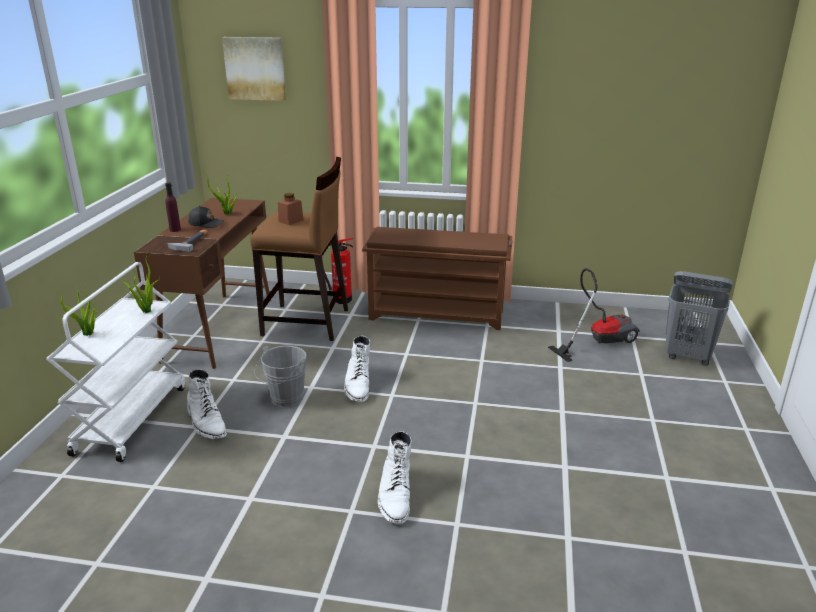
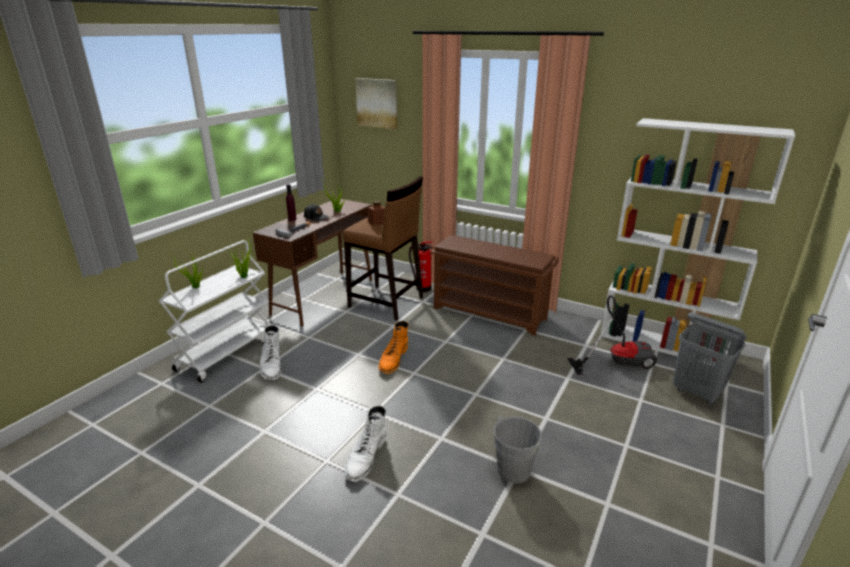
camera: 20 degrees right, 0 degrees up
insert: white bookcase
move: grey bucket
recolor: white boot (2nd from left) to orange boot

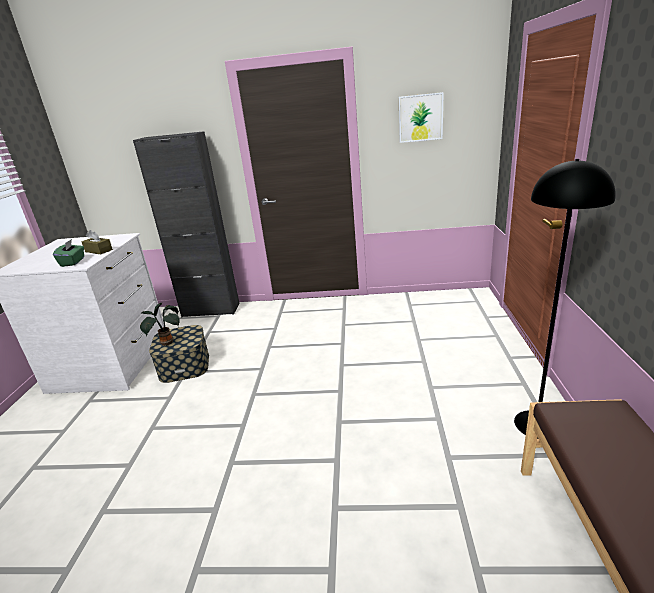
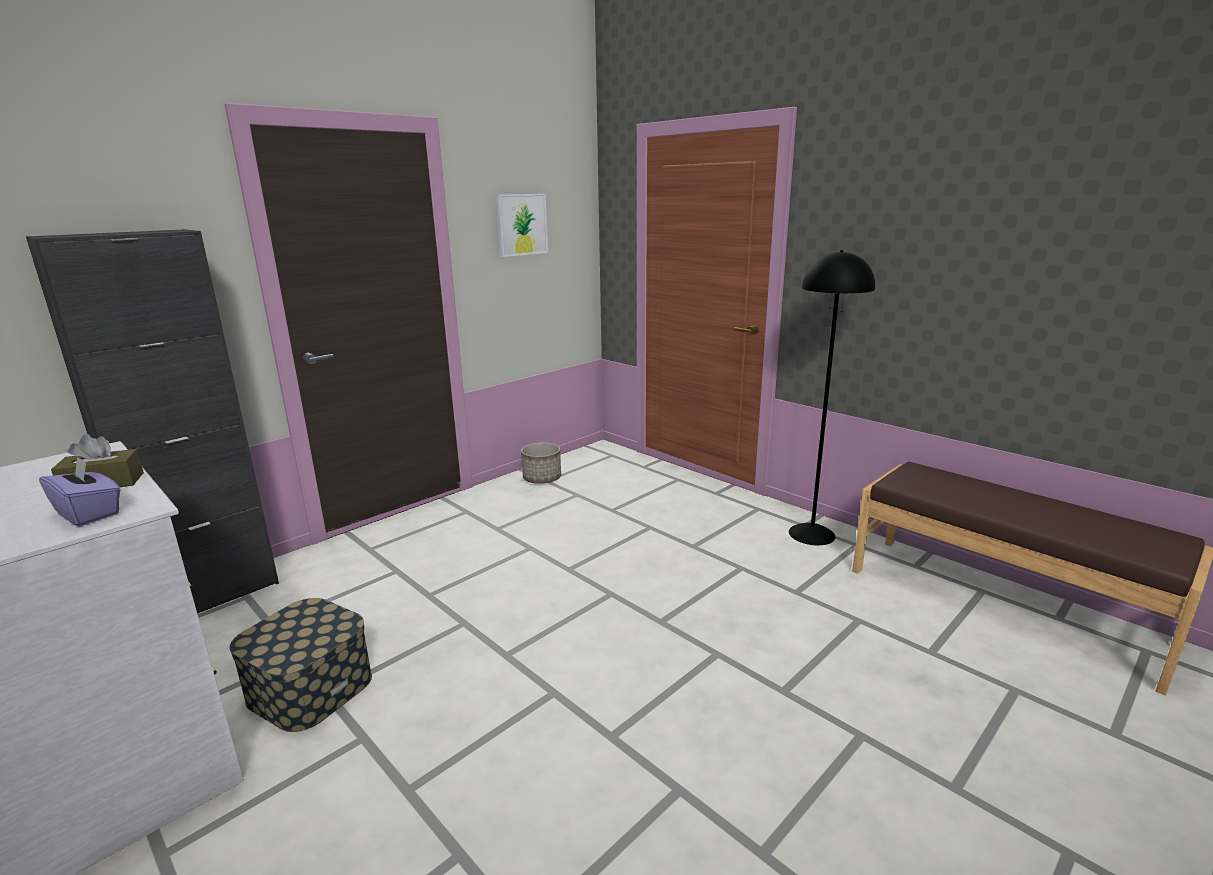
camera: 50 degrees left, 5 degrees down
delete: potted plant
insert: planter
recolor: green tissue box to purple tissue box

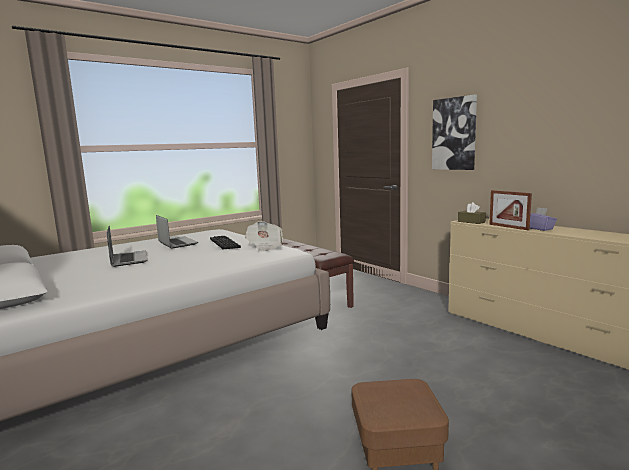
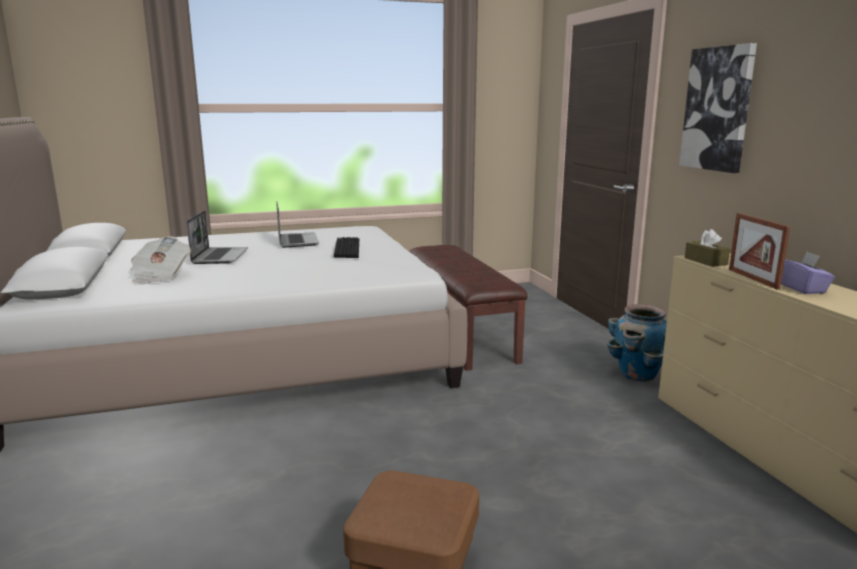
camera: 20 degrees right, 5 degrees up
insert: planter
move: newspaper

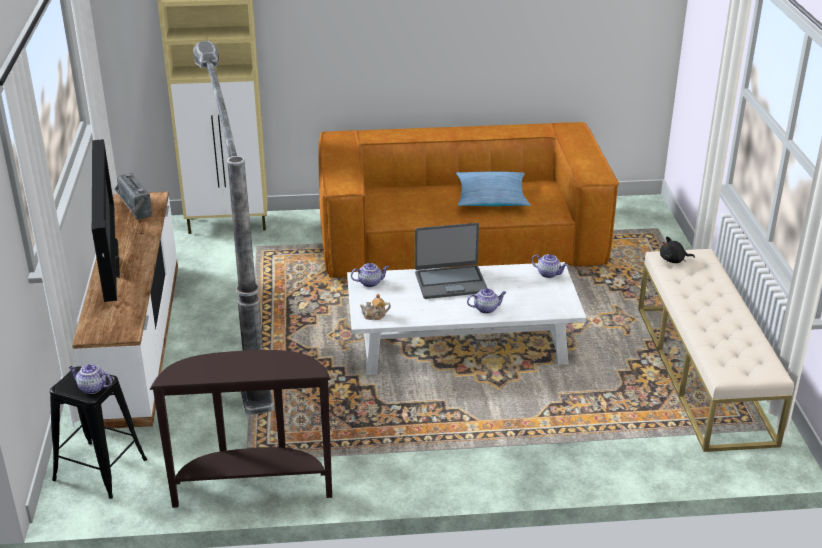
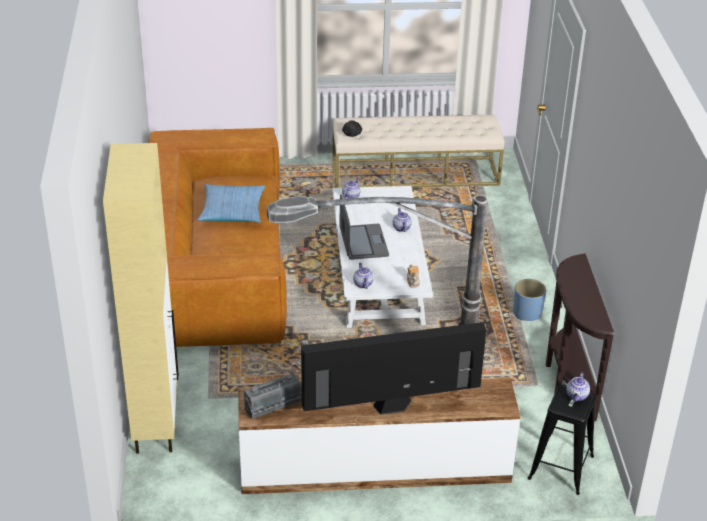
camera: 90 degrees left, 5 degrees up
insert: blue planter

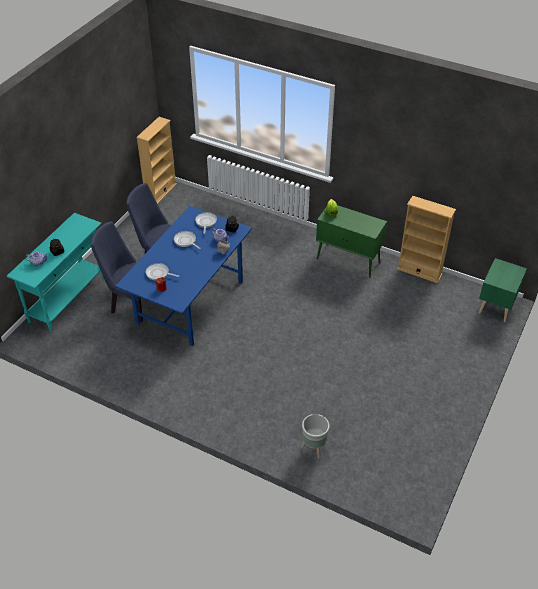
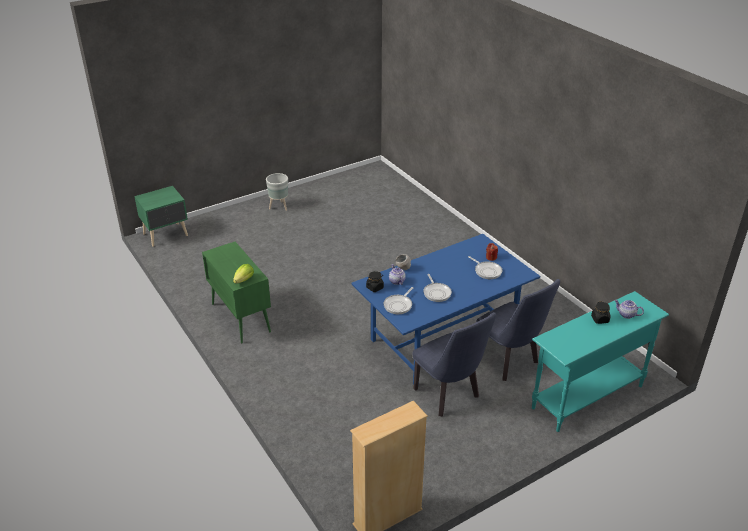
camera: 150 degrees left, 10 degrees down
delete: beige bookcase (2nd from left)
move: grey planter

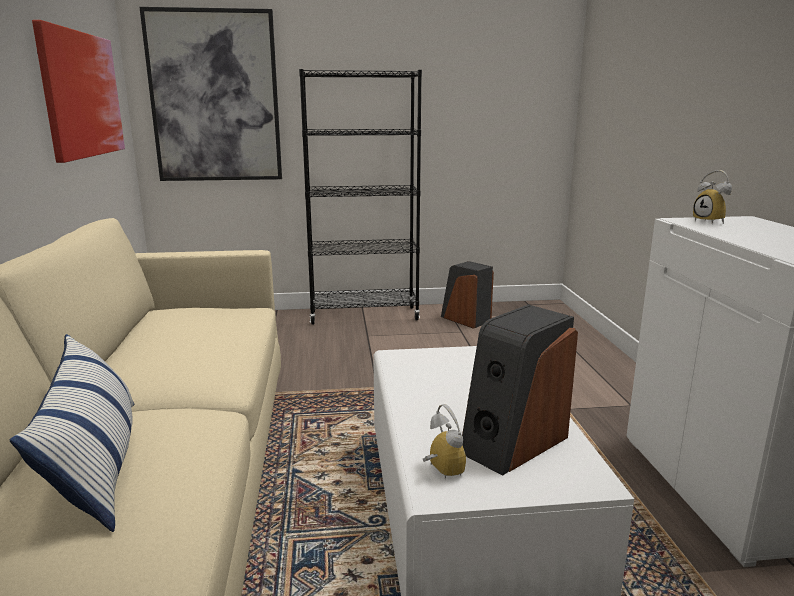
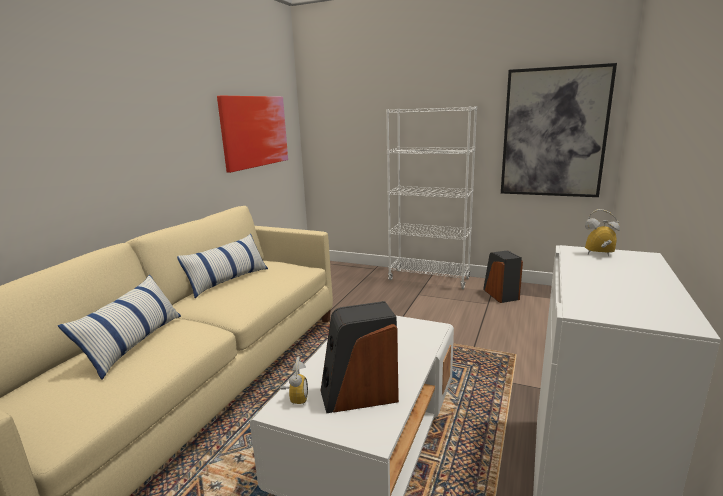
camera: 30 degrees right, 0 degrees up
insert: pillow (2nd from left)
move: picture (2nd from left)
recolor: black bookcase to white bookcase
rotate: alarm clock (2nd from left) 105 degrees clockwise

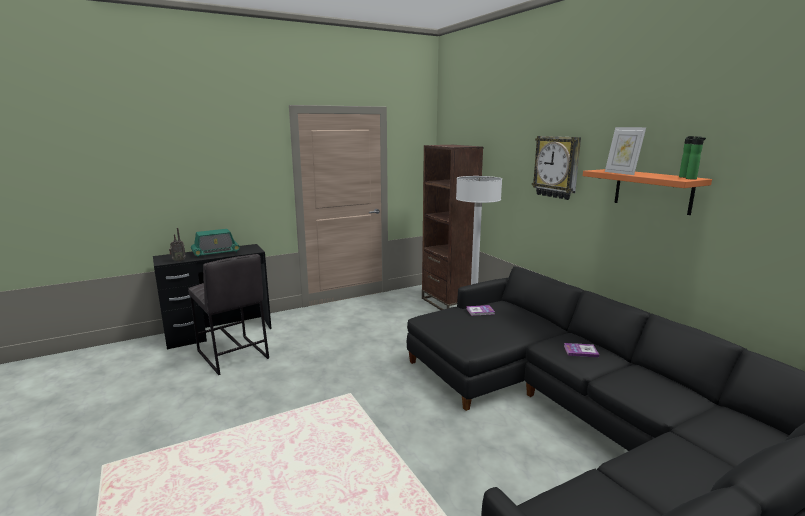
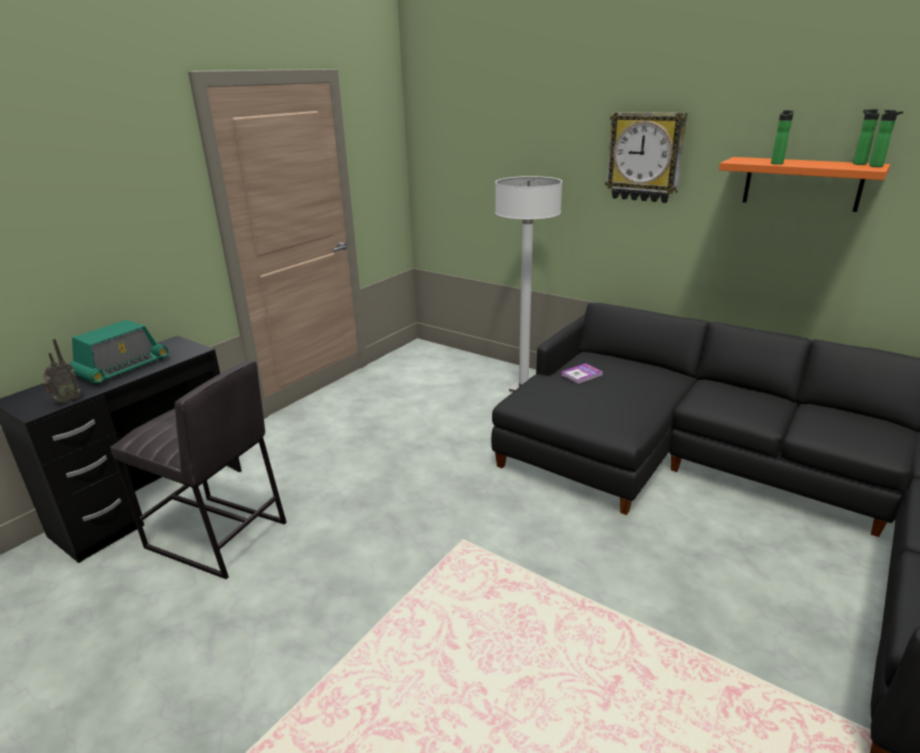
camera: 25 degrees left, 10 degrees up
delete: brown bookcase; book (2nd from left)
replace: picture frame to bottle (1st from left)

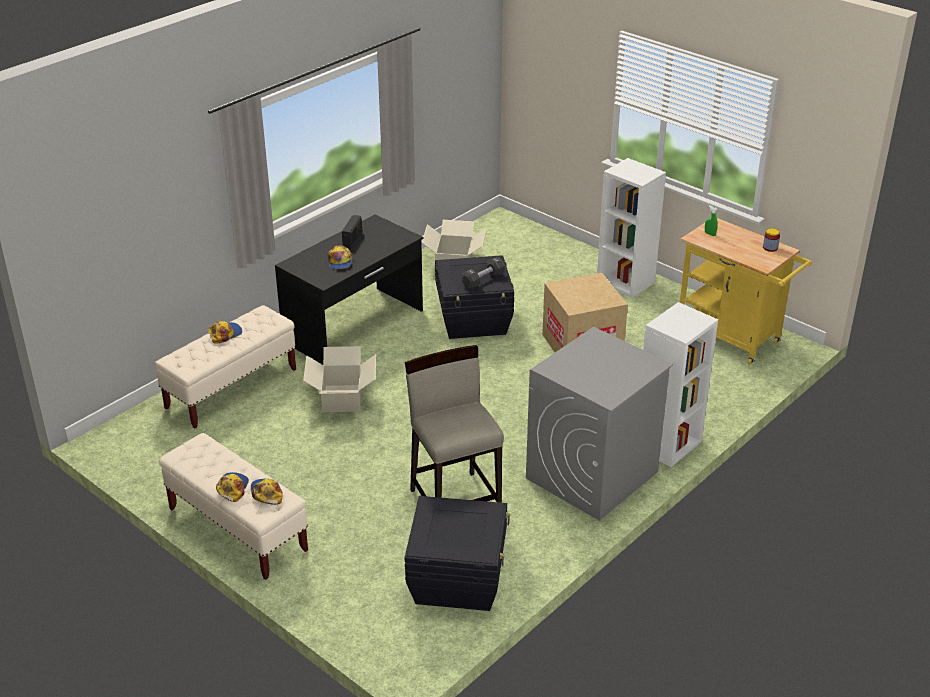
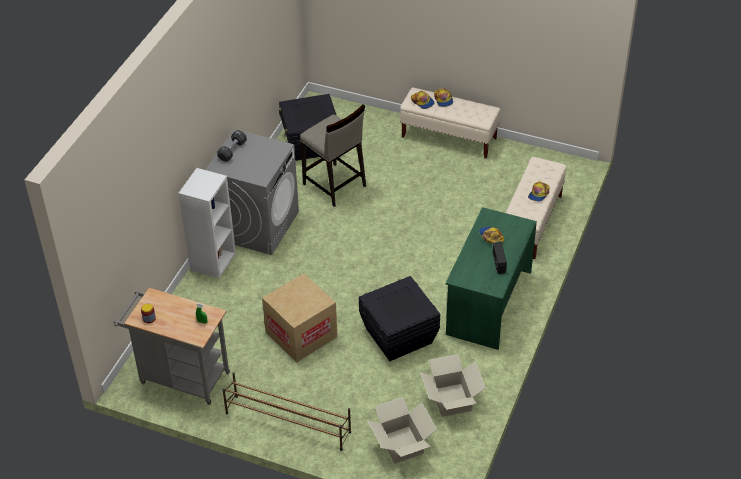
camera: 160 degrees right, 10 degrees up
move: cardboard box (1st from left in the first image) to cardboard box (2nd from left); black dumbbell
replace: white bookcase (1st from left) to brown shoe rack
recolor: black desk to green desk; yellow cart to grey cart

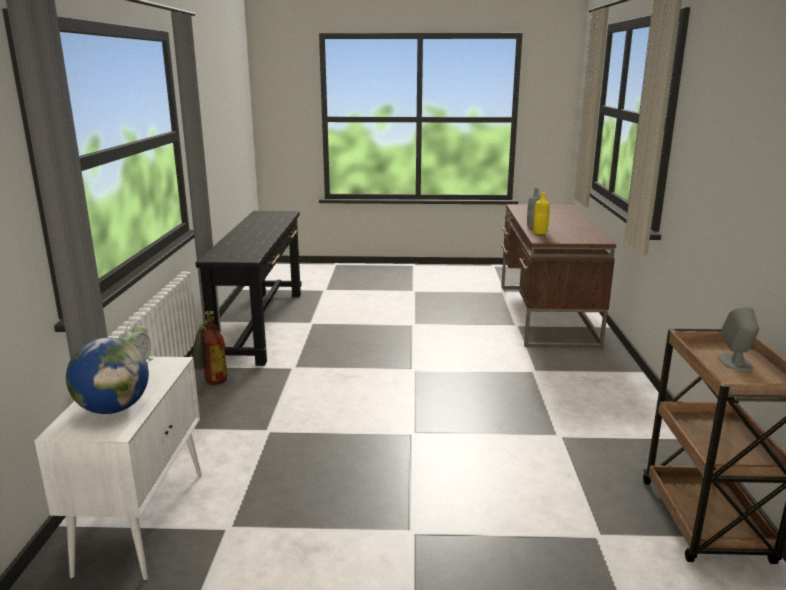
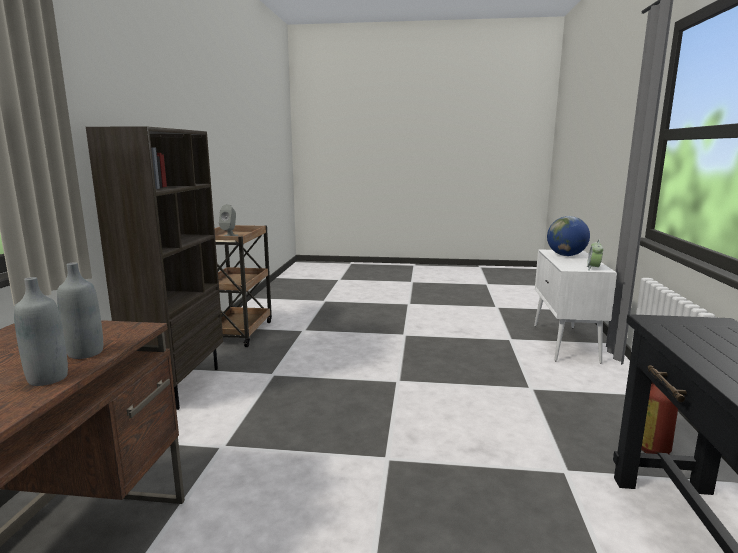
camera: 175 degrees left, 5 degrees down
insert: brown bookcase
recolor: yellow bottle to grey bottle (2nd from left)

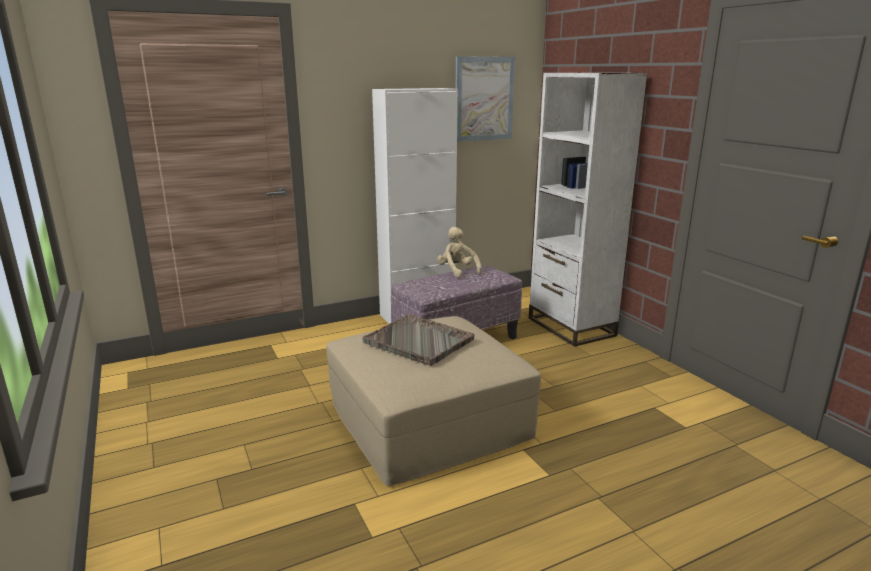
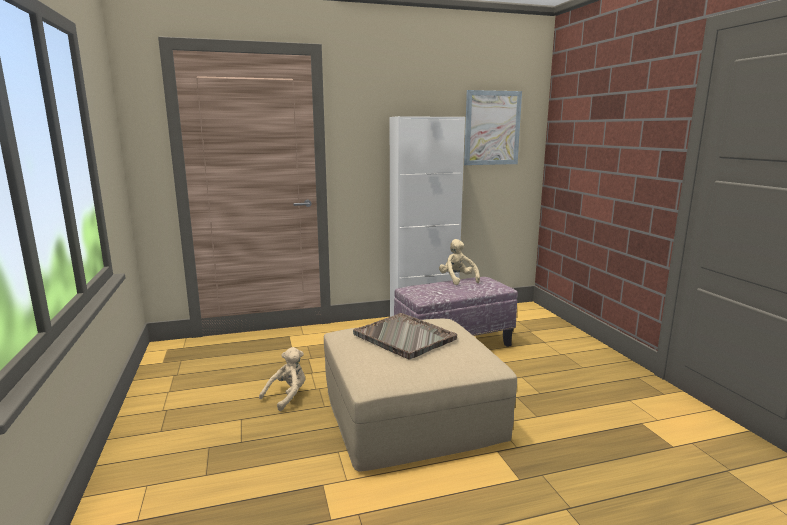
camera: 10 degrees right, 5 degrees down
delete: white bookcase
insert: beige plush toy (1st from left)

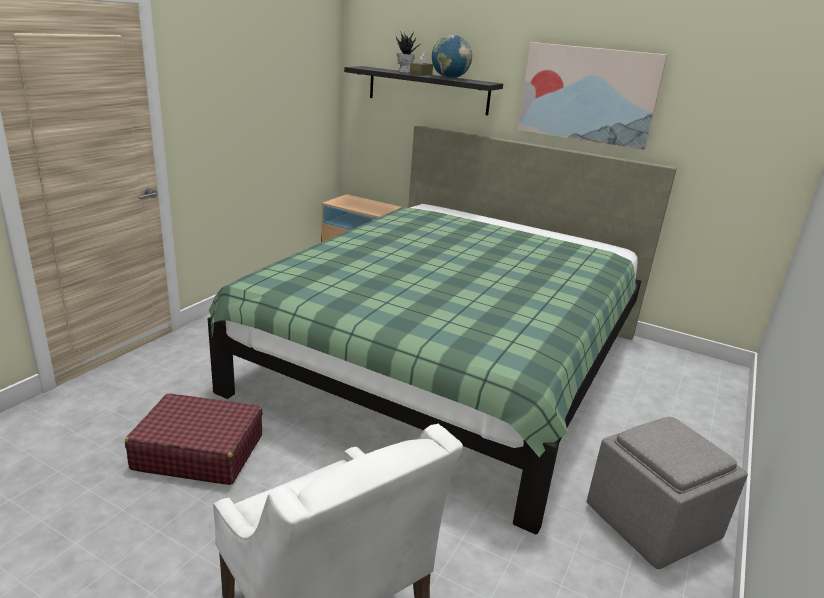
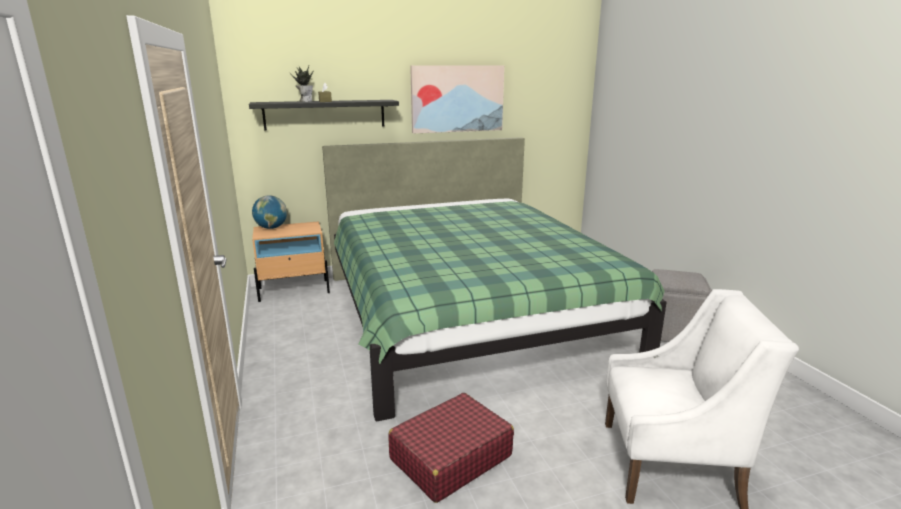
camera: 45 degrees left, 5 degrees down
move: globe

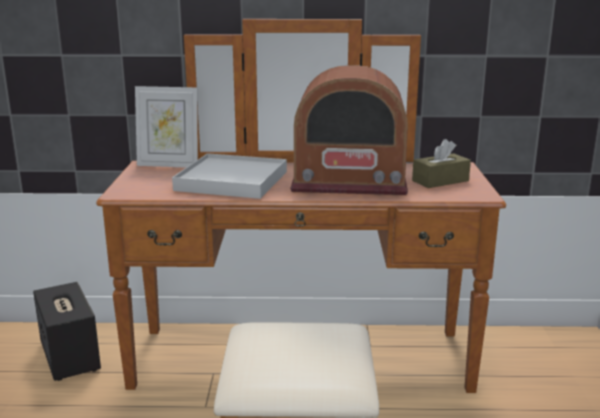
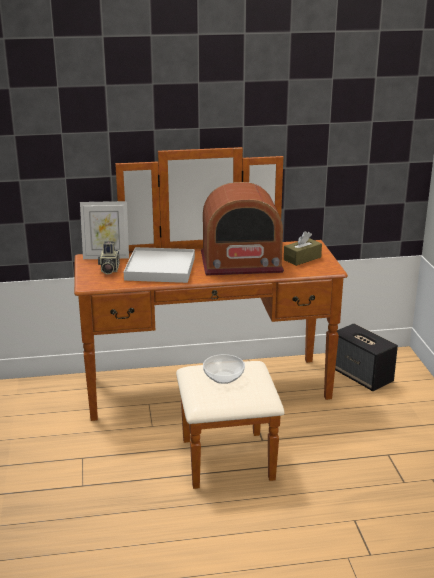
camera: 10 degrees left, 5 degrees up
insert: photo camera; bowl
move: speaker

